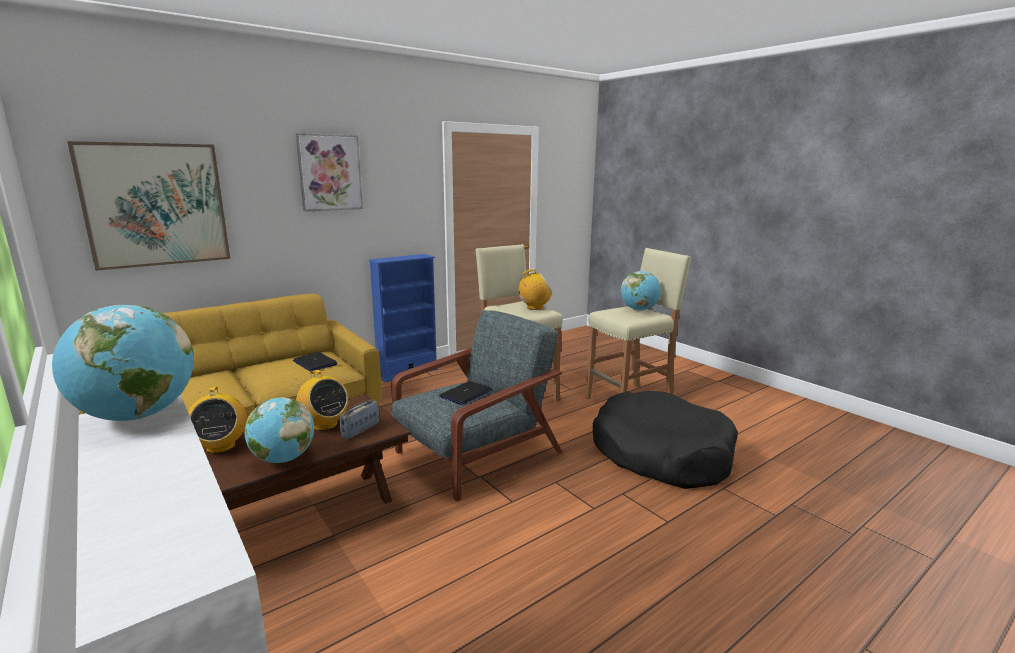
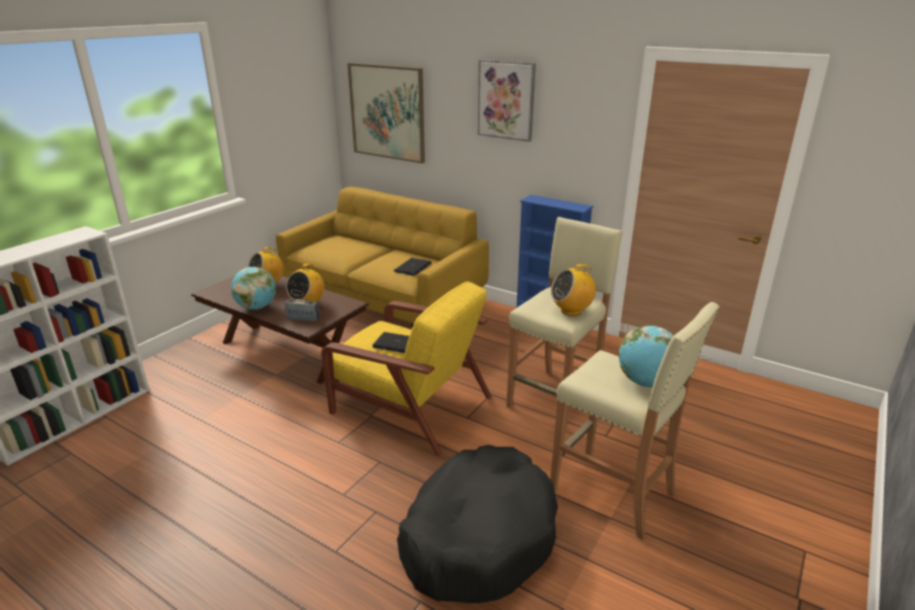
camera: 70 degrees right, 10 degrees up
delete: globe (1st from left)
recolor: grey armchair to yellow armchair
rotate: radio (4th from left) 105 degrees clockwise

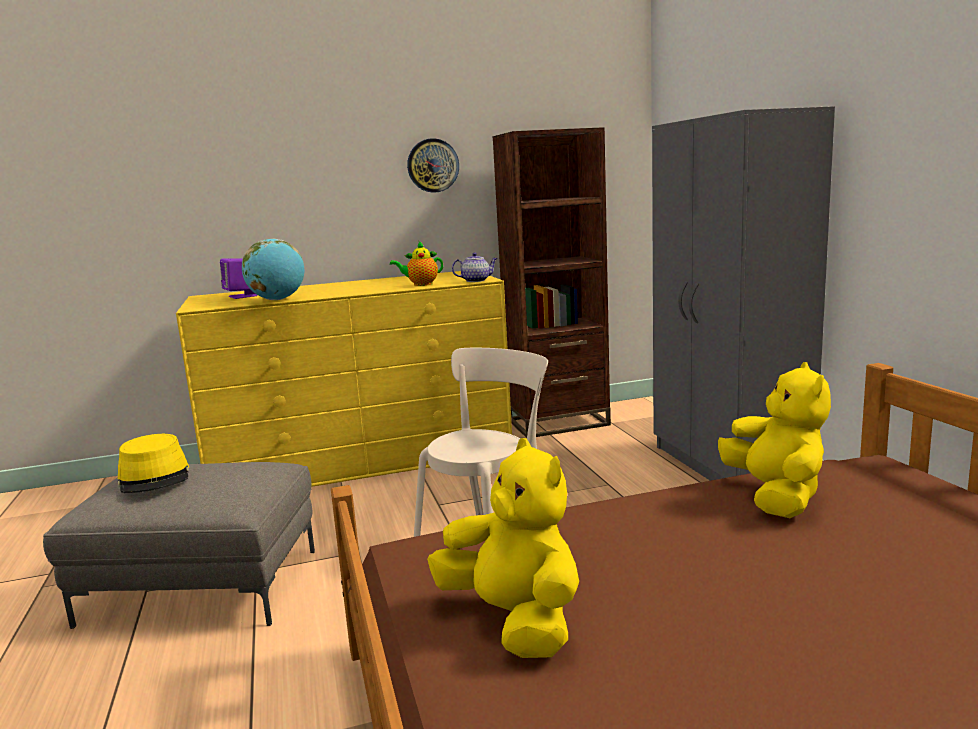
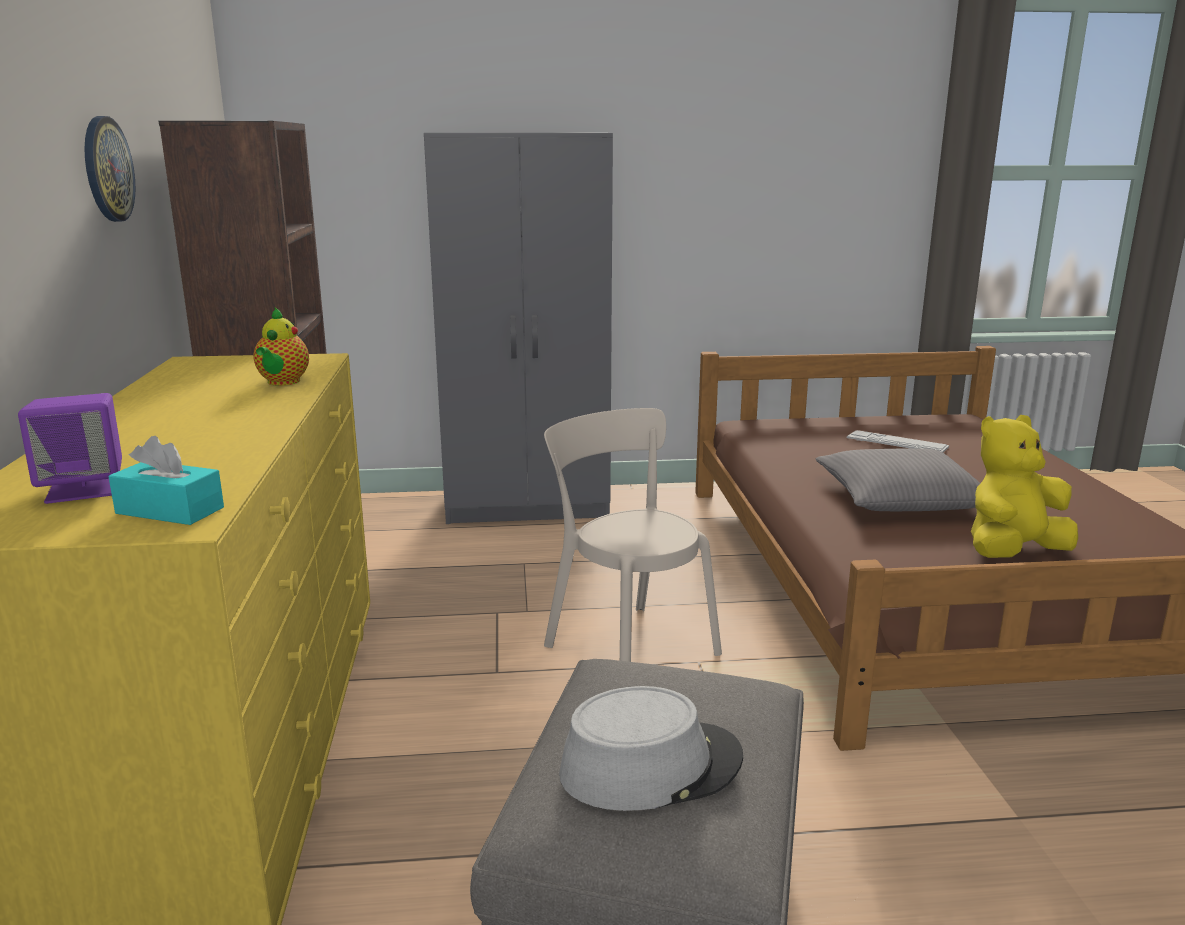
camera: 80 degrees left, 5 degrees up
delete: globe; teapot (2nd from left); yellow plush toy (2nd from left)
insert: turquoise tissue box; grey pillow; keyboard
recolor: yellow hat to grey hat

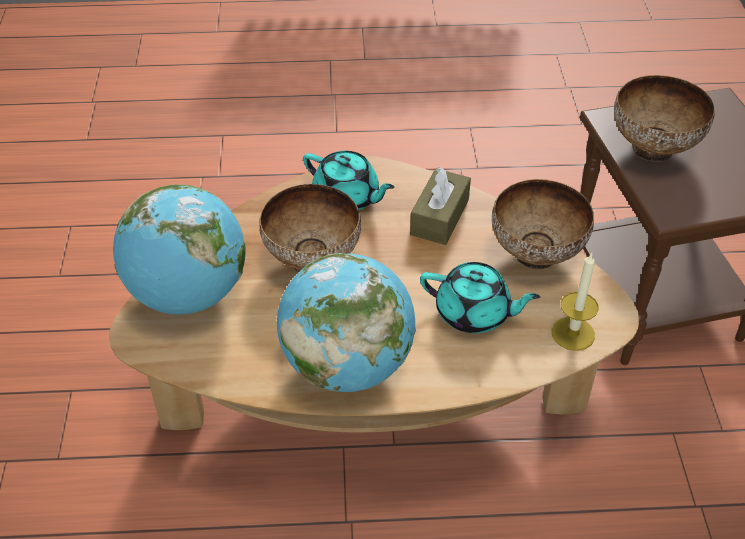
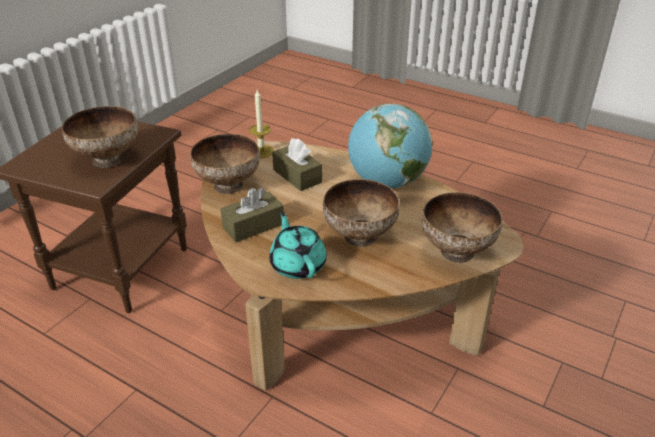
camera: 145 degrees left, 10 degrees down
replace: globe (1st from left) to bowl (4th from left); turquoise teapot (2nd from left) to brown tissue box (2nd from left)

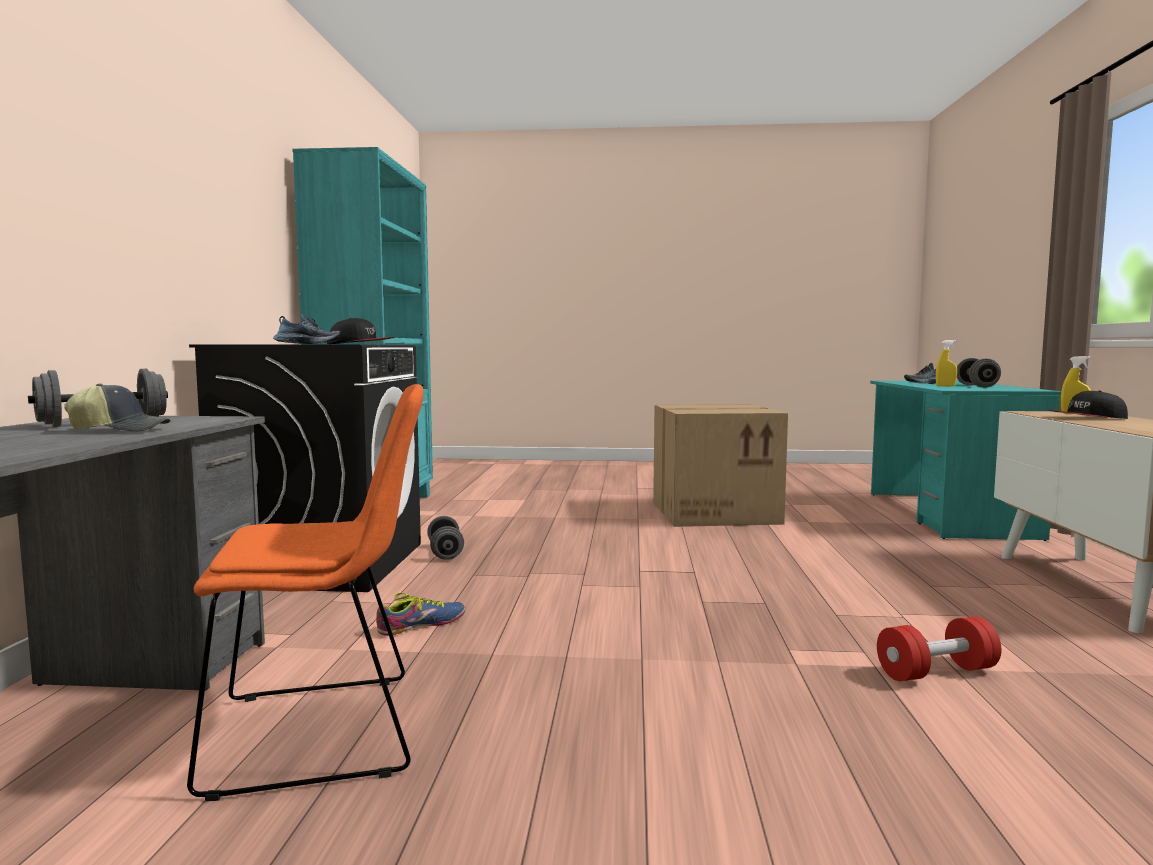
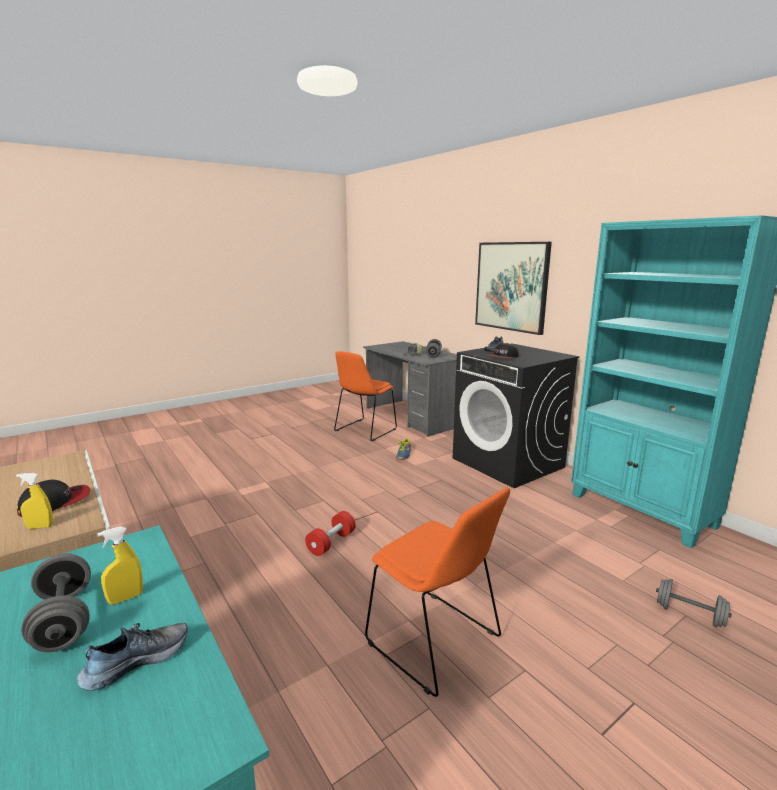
camera: 140 degrees right, 10 degrees up
insert: picture
move: grey dumbbell (2nd from left in the first image) to grey dumbbell (3rd from left); red dumbbell
replace: cardboard box to orange chair (2nd from left)

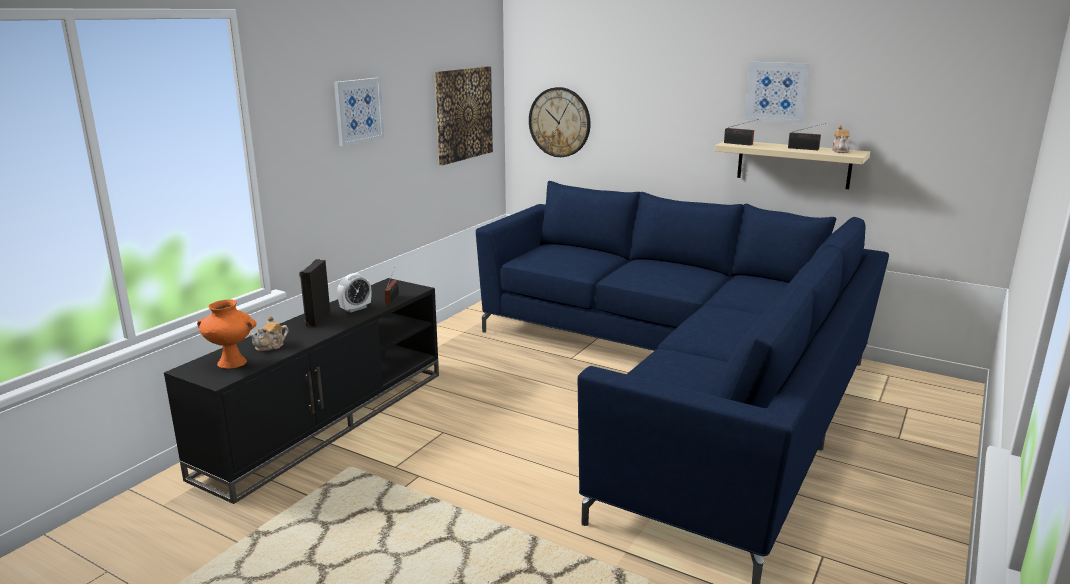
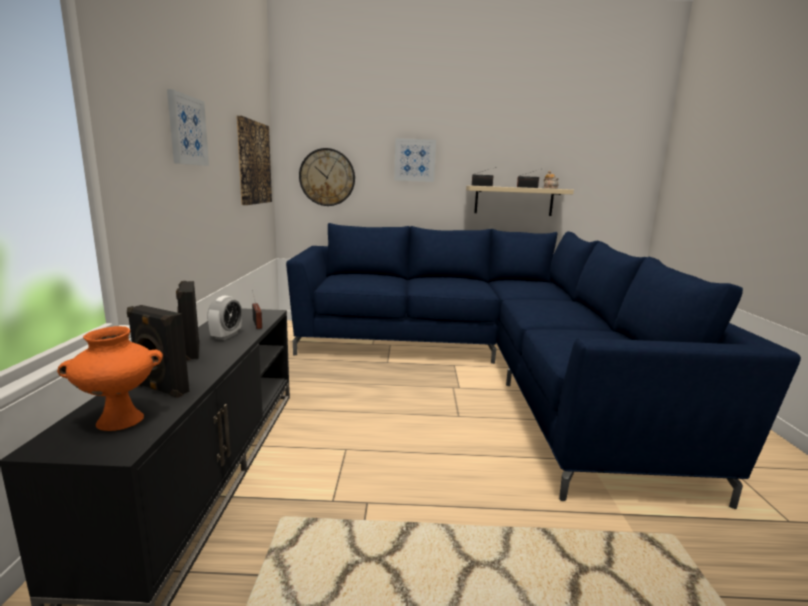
camera: 30 degrees left, 5 degrees down
move: picture (3rd from left)
replace: teapot (1st from left) to black speaker (1st from left)

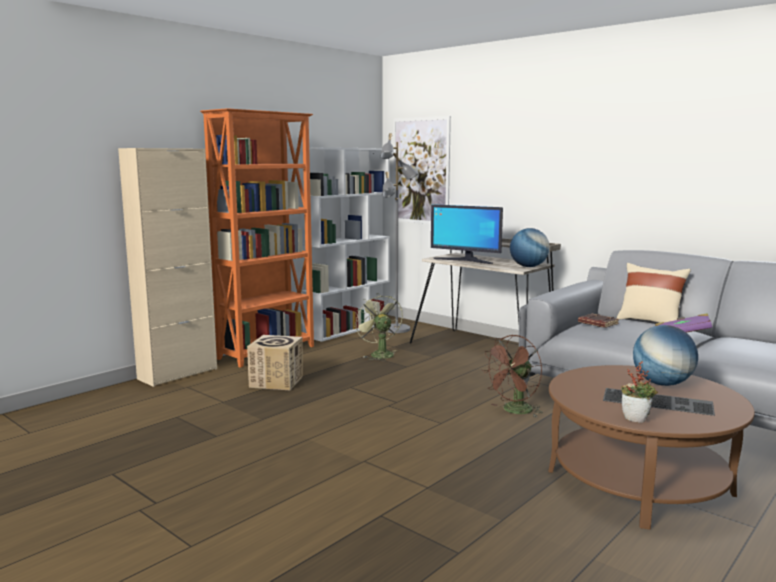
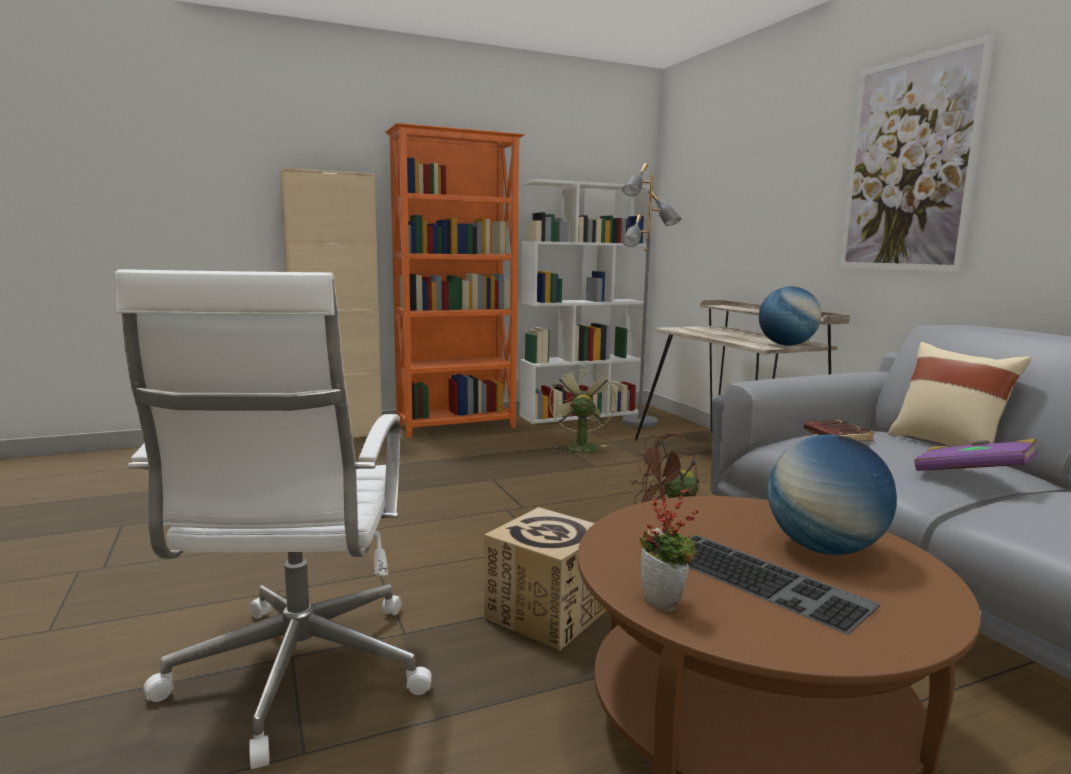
camera: 25 degrees right, 0 degrees up
delete: monitor
insert: white office chair
move: cardboard box; picture

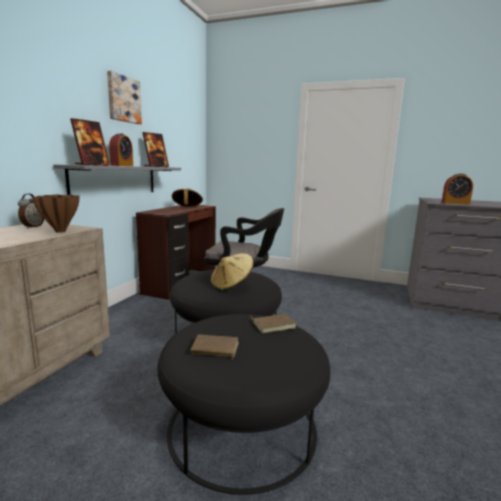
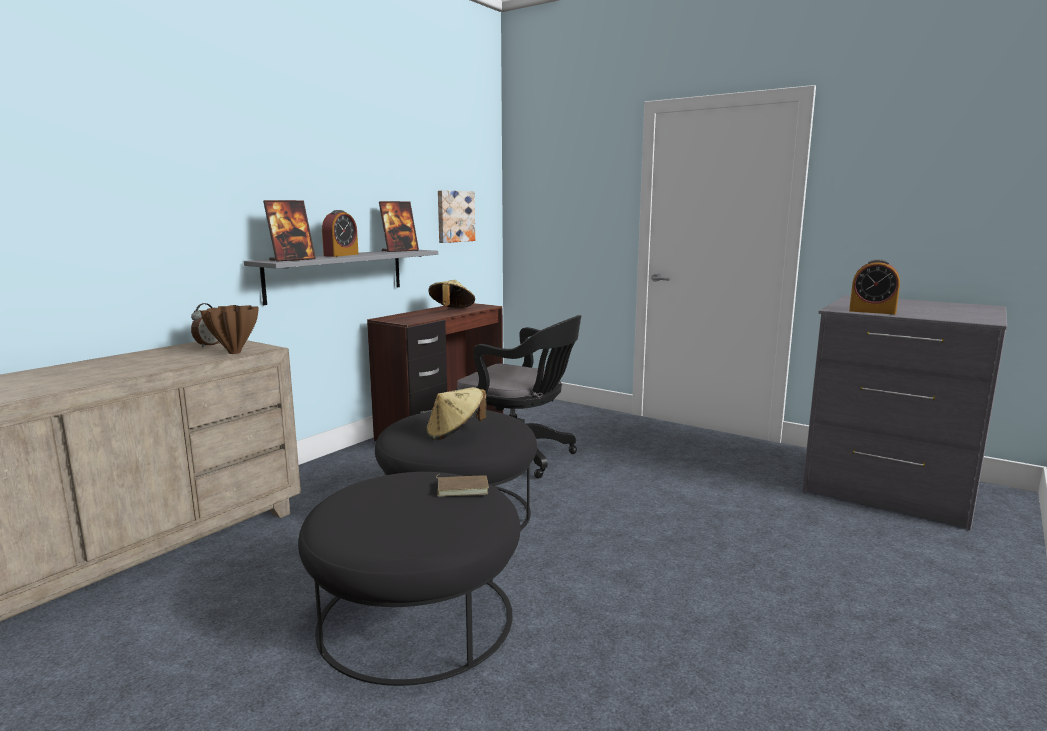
camera: 15 degrees right, 0 degrees up
delete: brown book (1st from left)
move: picture

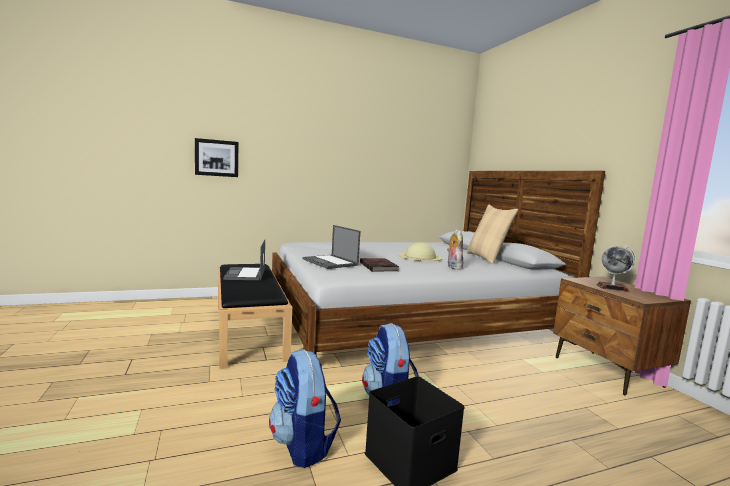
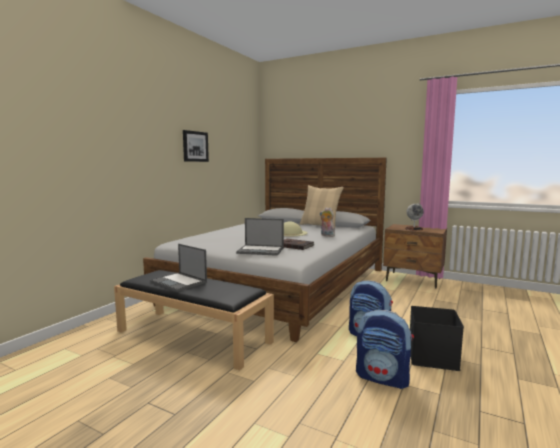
camera: 40 degrees left, 0 degrees up
move: picture

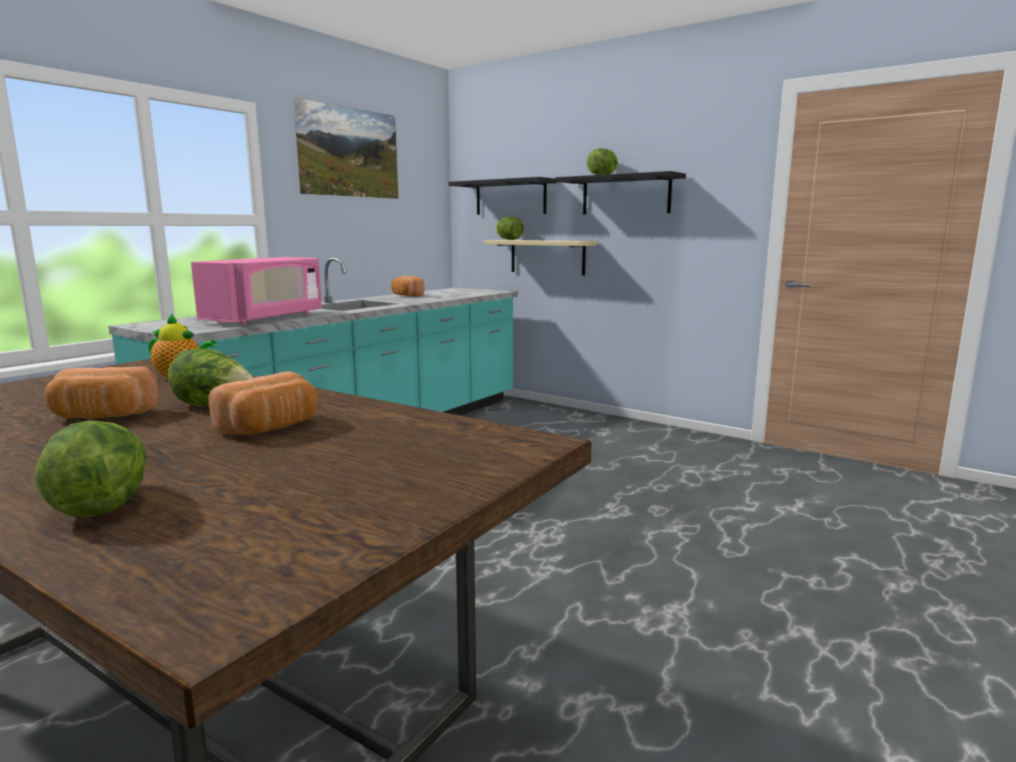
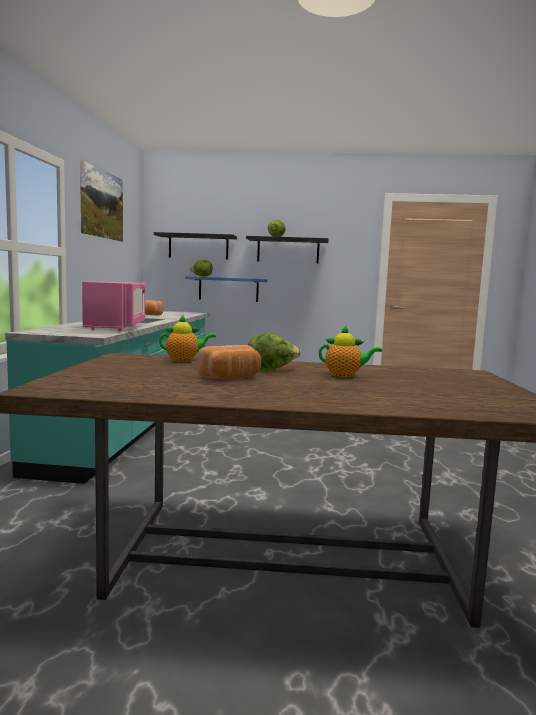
camera: 30 degrees left, 5 degrees down
delete: lettuce (1st from left)
replace: bread (2nd from left) to teapot (2nd from left)
recolor: beige shelf to blue shelf

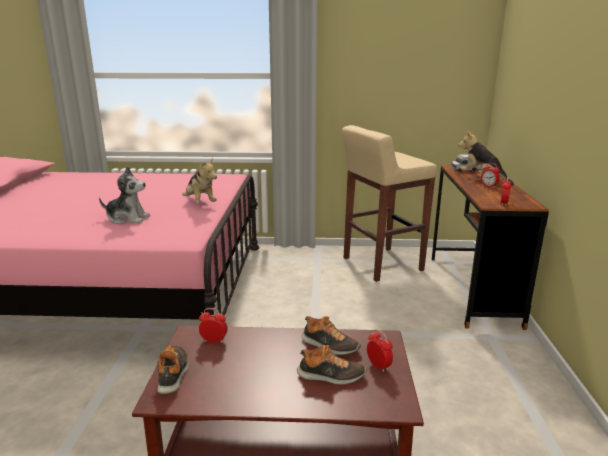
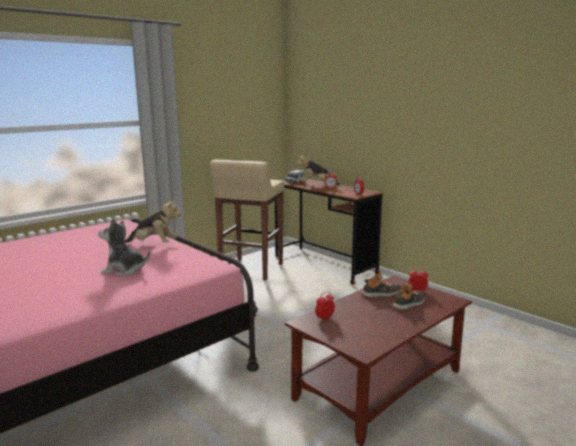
camera: 45 degrees left, 5 degrees down
delete: shoe (1st from left)
rotate: plush toy (1st from left) 135 degrees counterclockwise

